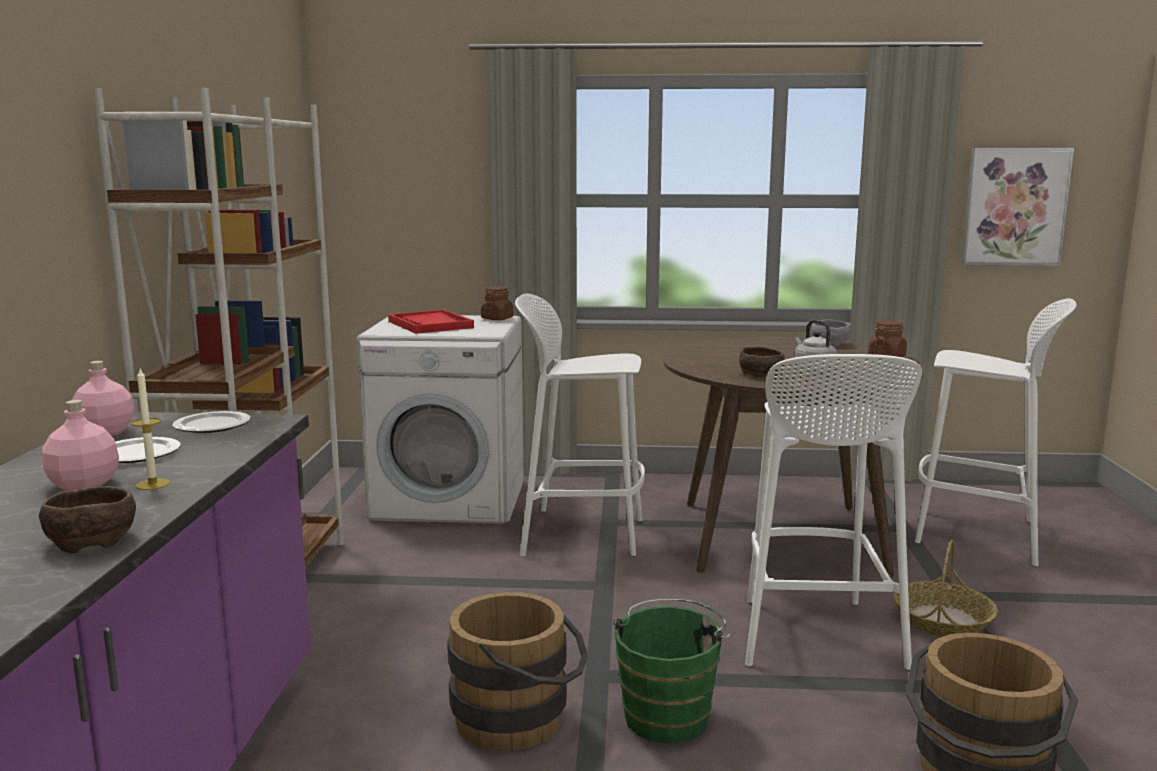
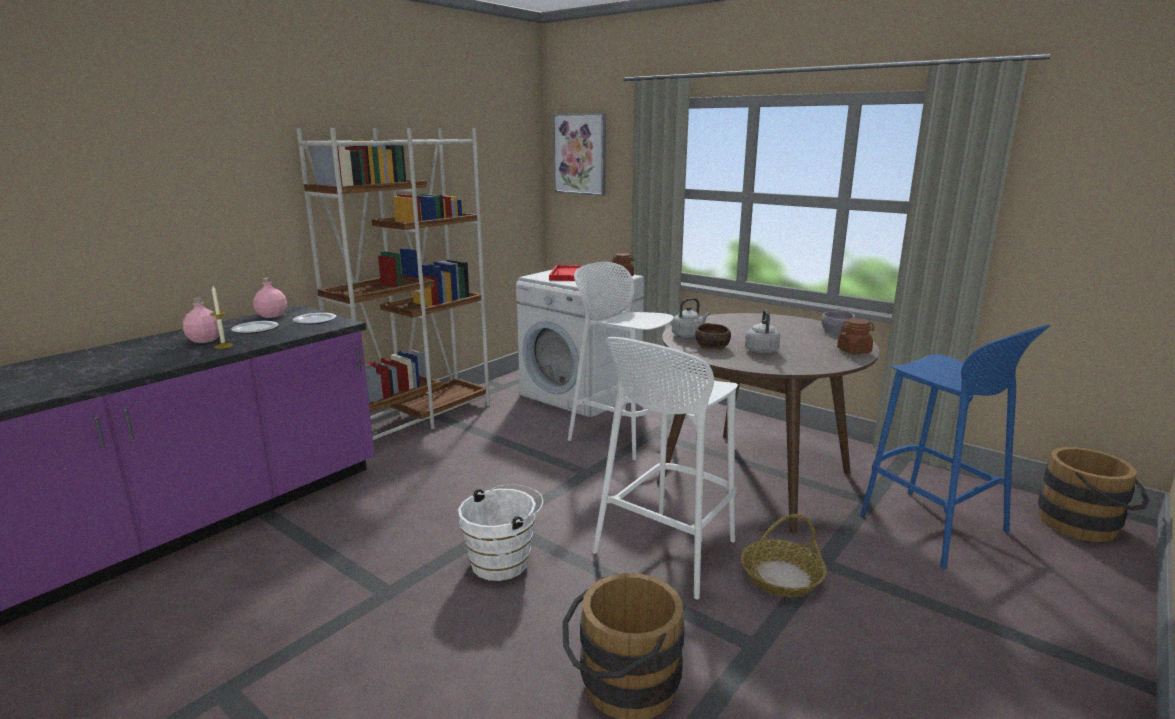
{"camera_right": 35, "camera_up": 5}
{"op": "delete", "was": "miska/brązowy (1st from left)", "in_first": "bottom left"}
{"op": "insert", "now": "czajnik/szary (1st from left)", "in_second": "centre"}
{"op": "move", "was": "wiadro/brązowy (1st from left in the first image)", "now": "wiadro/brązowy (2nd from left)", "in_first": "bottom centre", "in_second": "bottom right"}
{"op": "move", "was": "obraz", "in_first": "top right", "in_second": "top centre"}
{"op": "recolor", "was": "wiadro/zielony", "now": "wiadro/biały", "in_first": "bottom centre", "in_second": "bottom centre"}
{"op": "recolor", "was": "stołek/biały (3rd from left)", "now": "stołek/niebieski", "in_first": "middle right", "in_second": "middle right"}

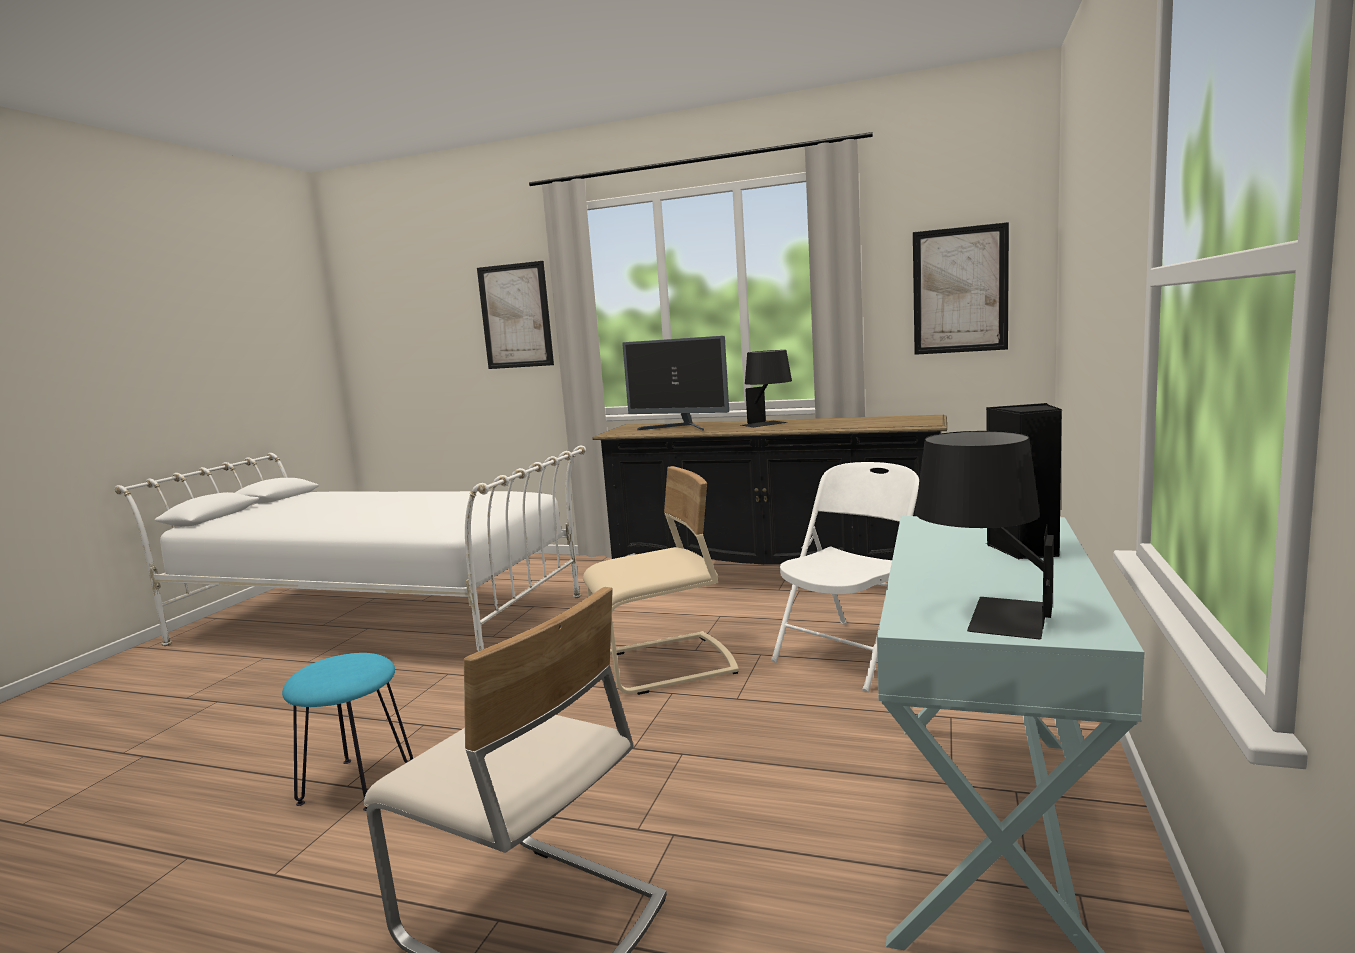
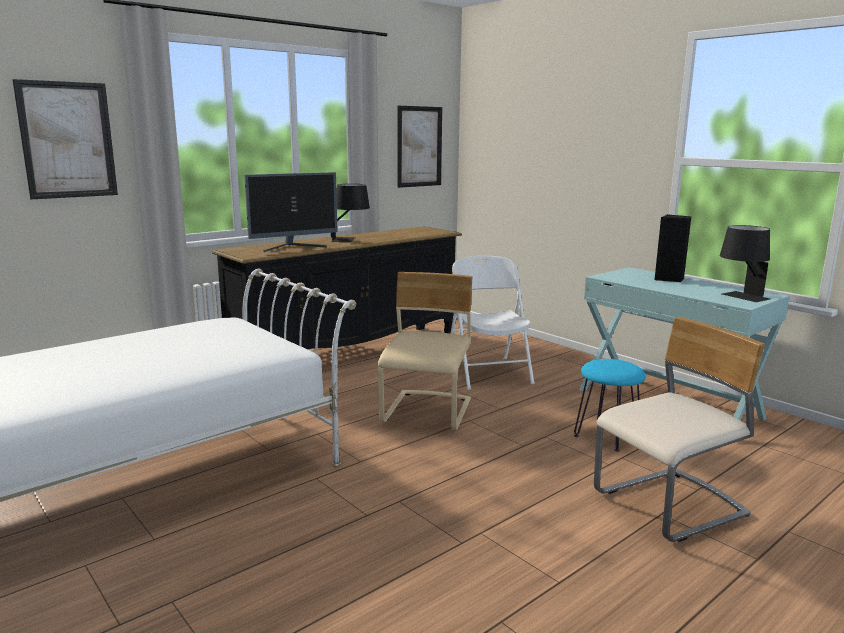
{"camera_right": -60, "camera_up": 5}
{"op": "move", "was": "stołek/turkusowy", "in_first": "bottom left", "in_second": "middle right"}

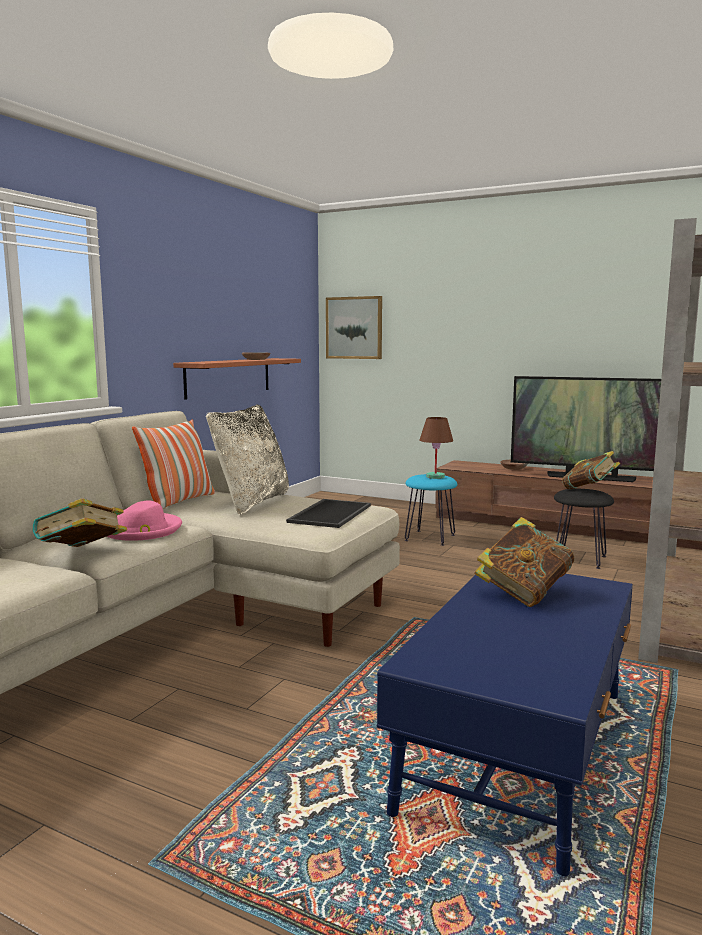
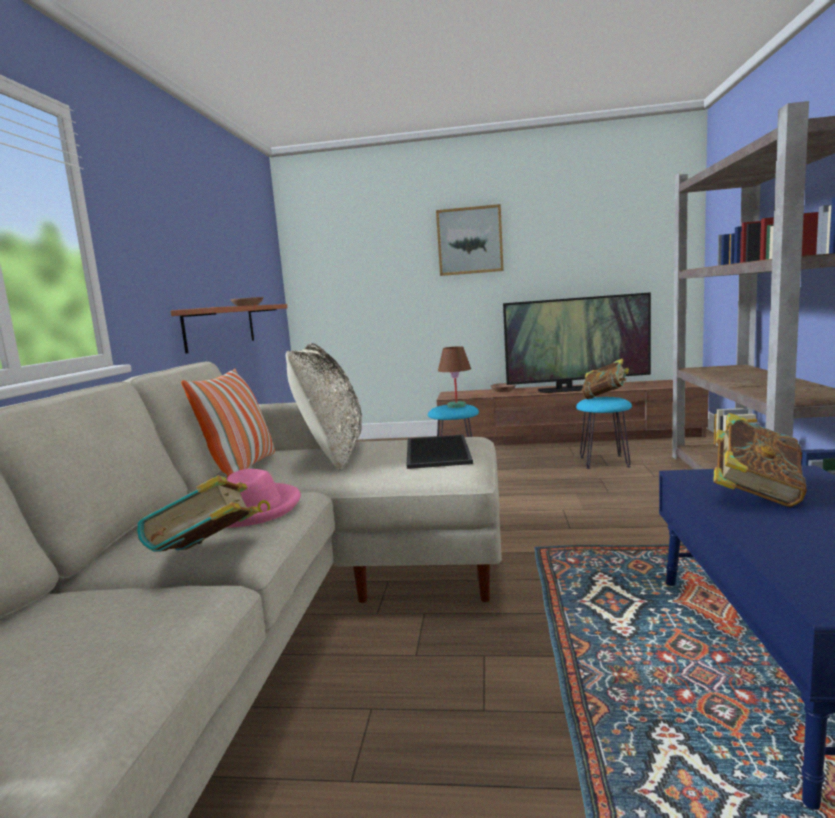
{"camera_right": -20, "camera_up": 0}
{"op": "move", "was": "obraz", "in_first": "centre", "in_second": "top centre"}
{"op": "recolor", "was": "stołek/czarny", "now": "stołek/turkusowy (2nd from left)", "in_first": "middle right", "in_second": "middle right"}

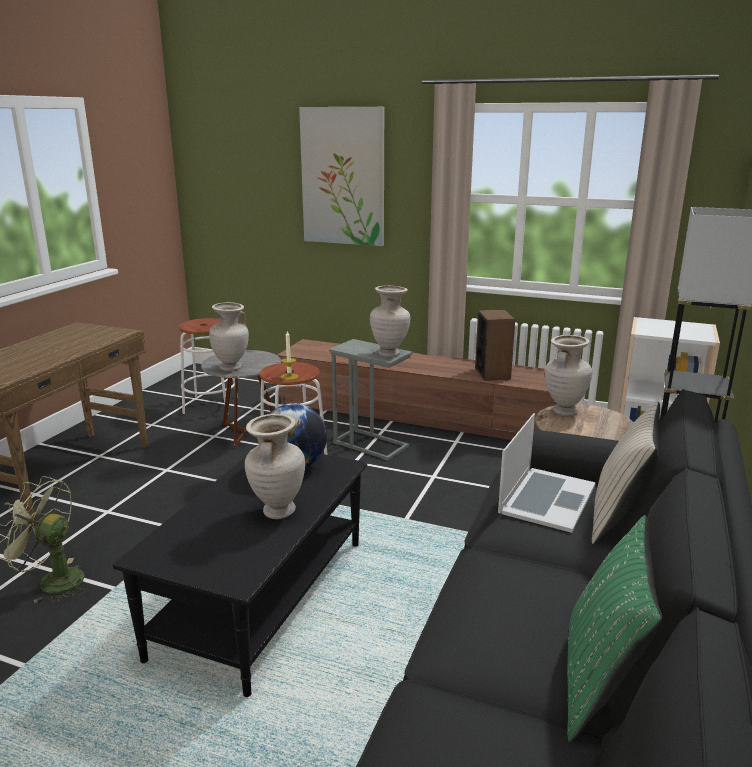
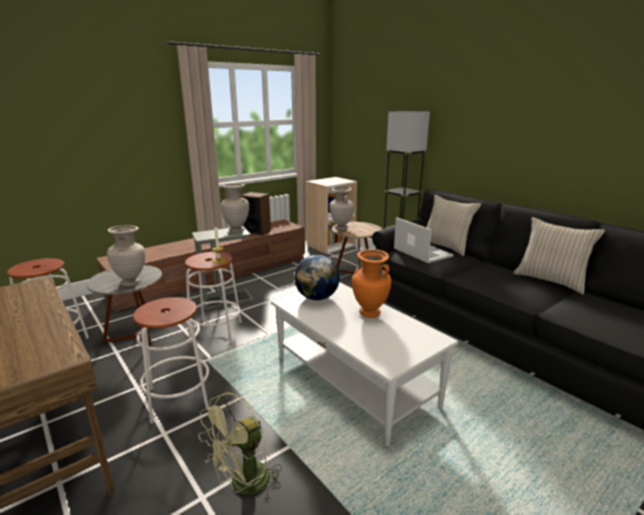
{"camera_right": -60, "camera_up": 0}
{"op": "delete", "was": "obraz", "in_first": "top centre"}
{"op": "insert", "now": "stołek/biały (2nd from left)", "in_second": "bottom left"}
{"op": "recolor", "was": "ława/czarny", "now": "ława/biały", "in_first": "bottom left", "in_second": "bottom centre"}
{"op": "recolor", "was": "wazon/beżowy (2nd from left)", "now": "wazon/pomarańczowy", "in_first": "centre", "in_second": "centre"}
{"op": "recolor", "was": "poduszka/zielony", "now": "poduszka/beżowy (2nd from left)", "in_first": "bottom right", "in_second": "middle right"}

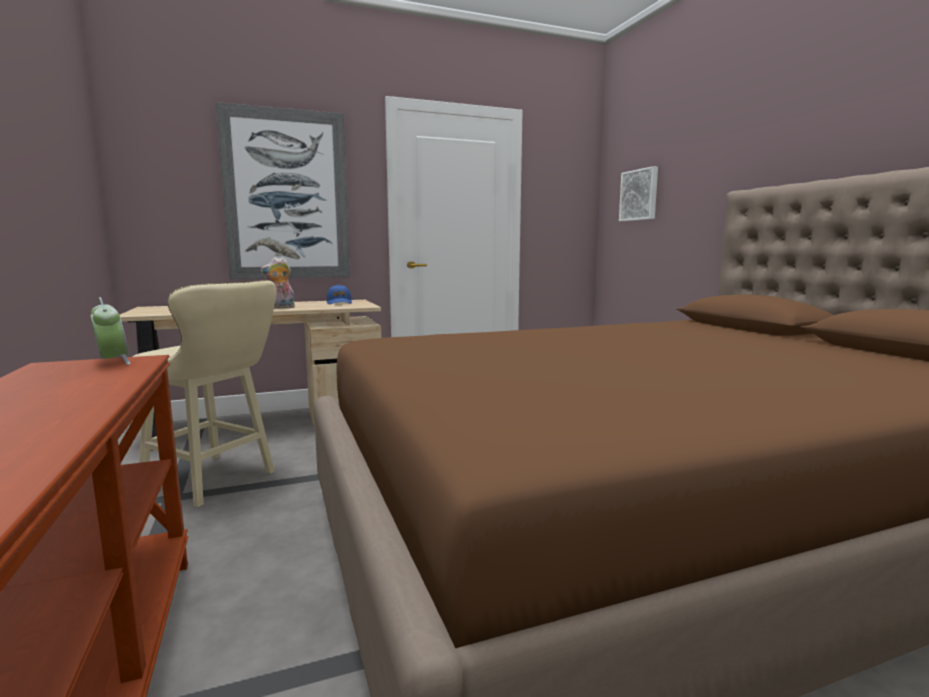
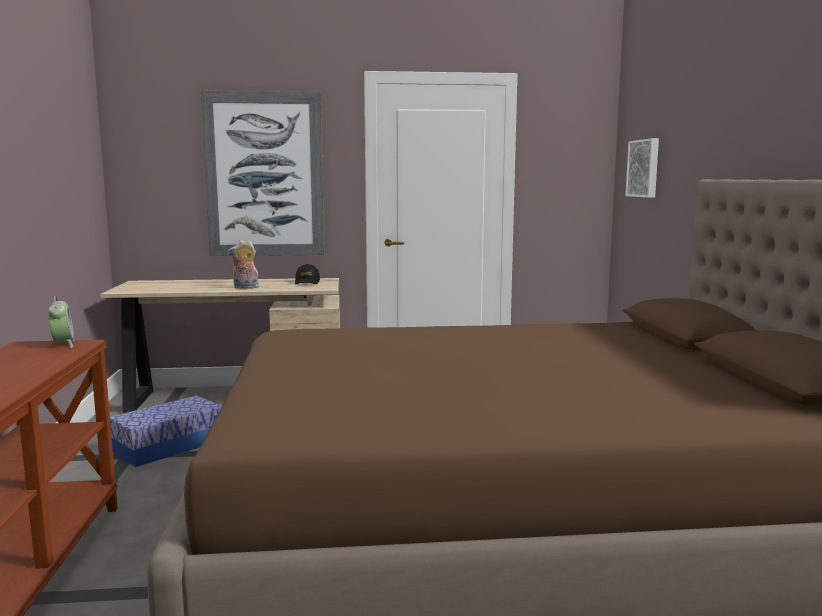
{"camera_right": 15, "camera_up": 0}
{"op": "replace", "was": "stołek/beżowy", "now": "pojemnik do przechowywania", "in_first": "middle left", "in_second": "bottom left"}
{"op": "recolor", "was": "czapka z daszkiem/niebieski", "now": "czapka z daszkiem/czarny", "in_first": "centre", "in_second": "centre"}

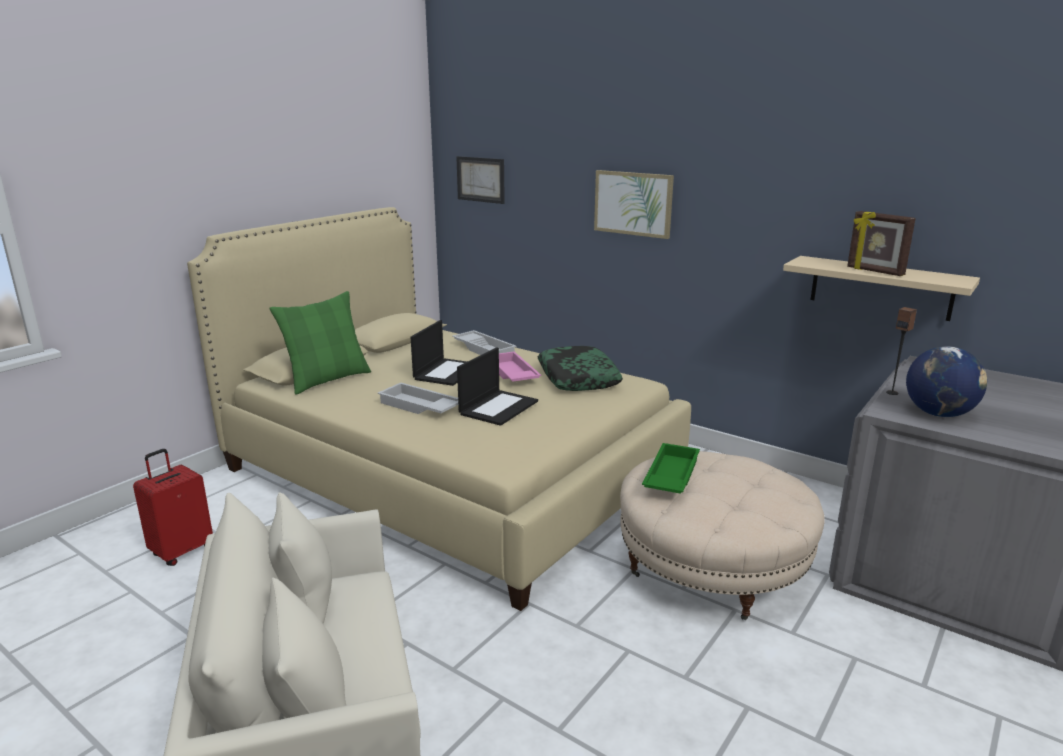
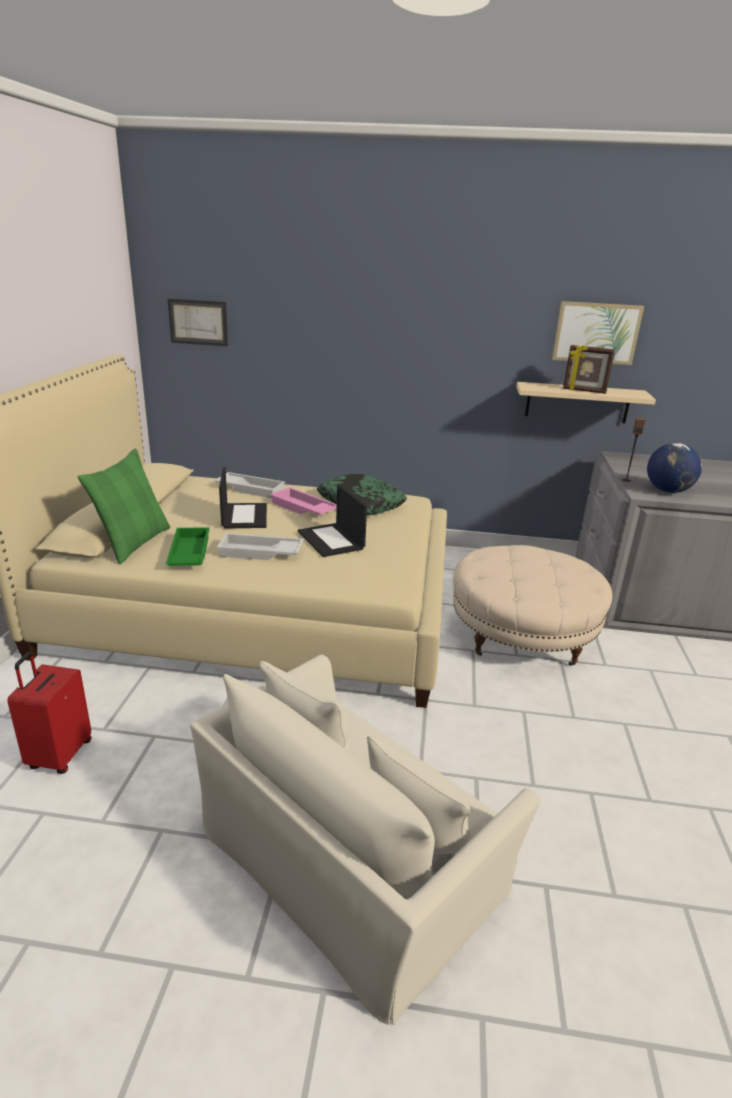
{"camera_right": -30, "camera_up": 5}
{"op": "move", "was": "obraz (2nd from left)", "in_first": "top centre", "in_second": "top right"}
{"op": "move", "was": "taca/zielony", "in_first": "centre", "in_second": "middle left"}
{"op": "rotate", "was": "laptop (2nd from left)", "in_first": "centre", "in_second": "centre", "clockwise": 150}

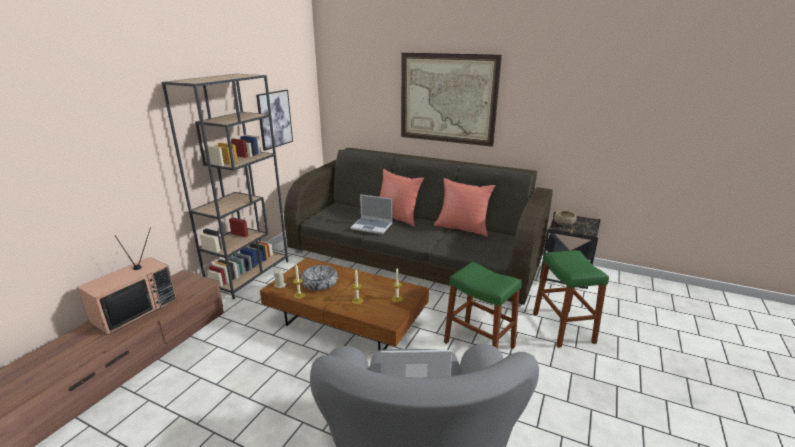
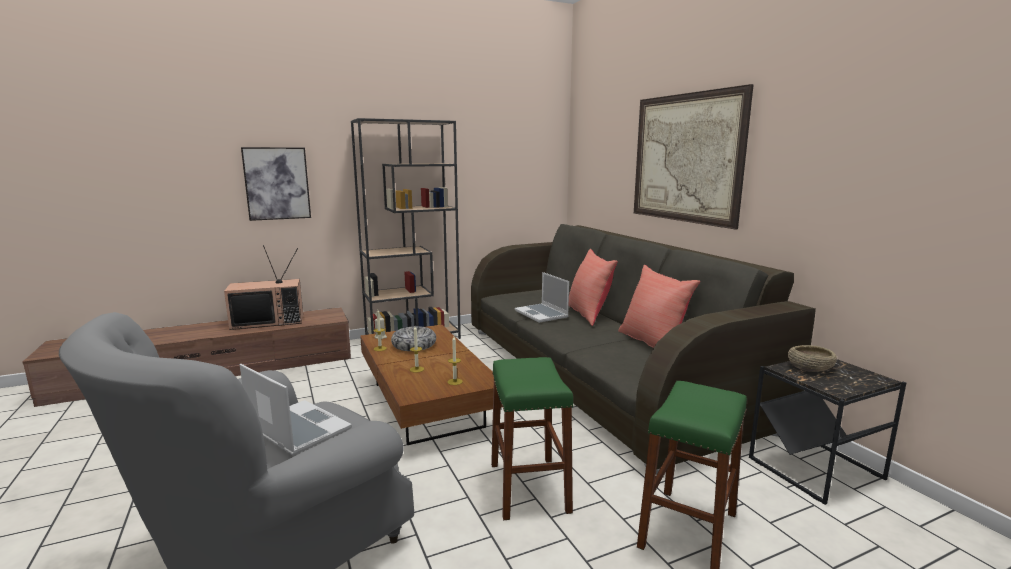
{"camera_right": 40, "camera_up": -10}
{"op": "move", "was": "obraz (1st from left)", "in_first": "top centre", "in_second": "top left"}

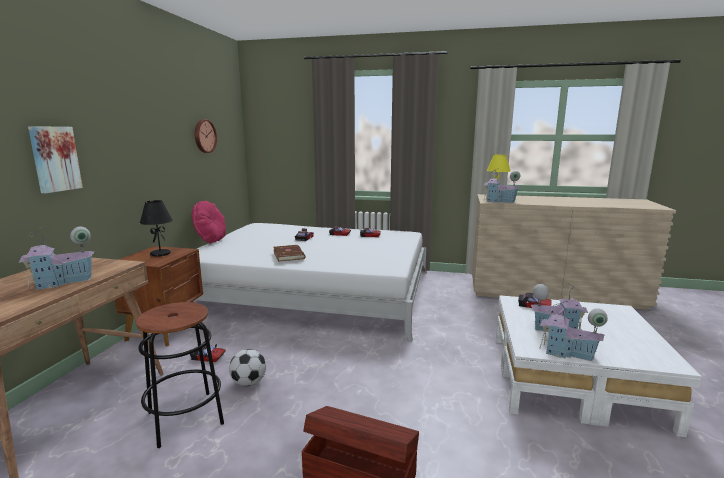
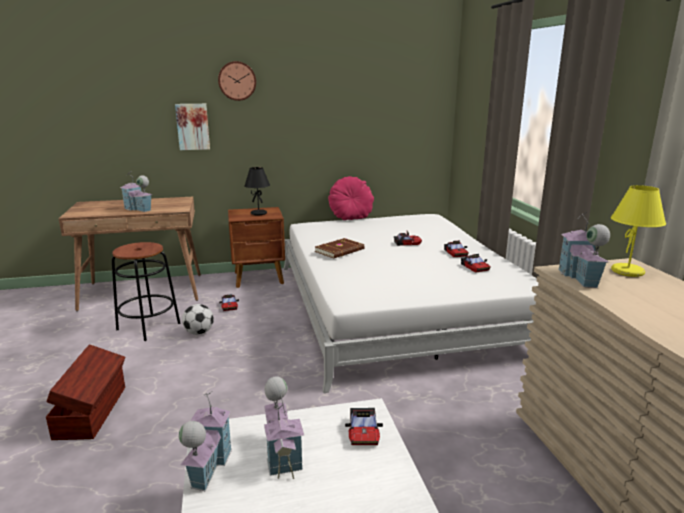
{"camera_right": 65, "camera_up": 5}
{"op": "move", "was": "zegar ścienny", "in_first": "top left", "in_second": "top centre"}

